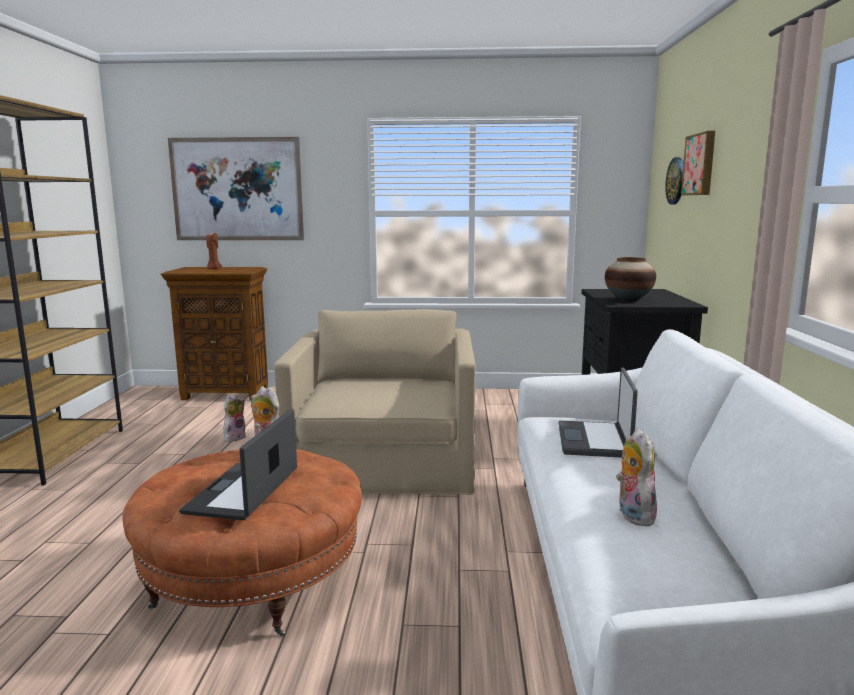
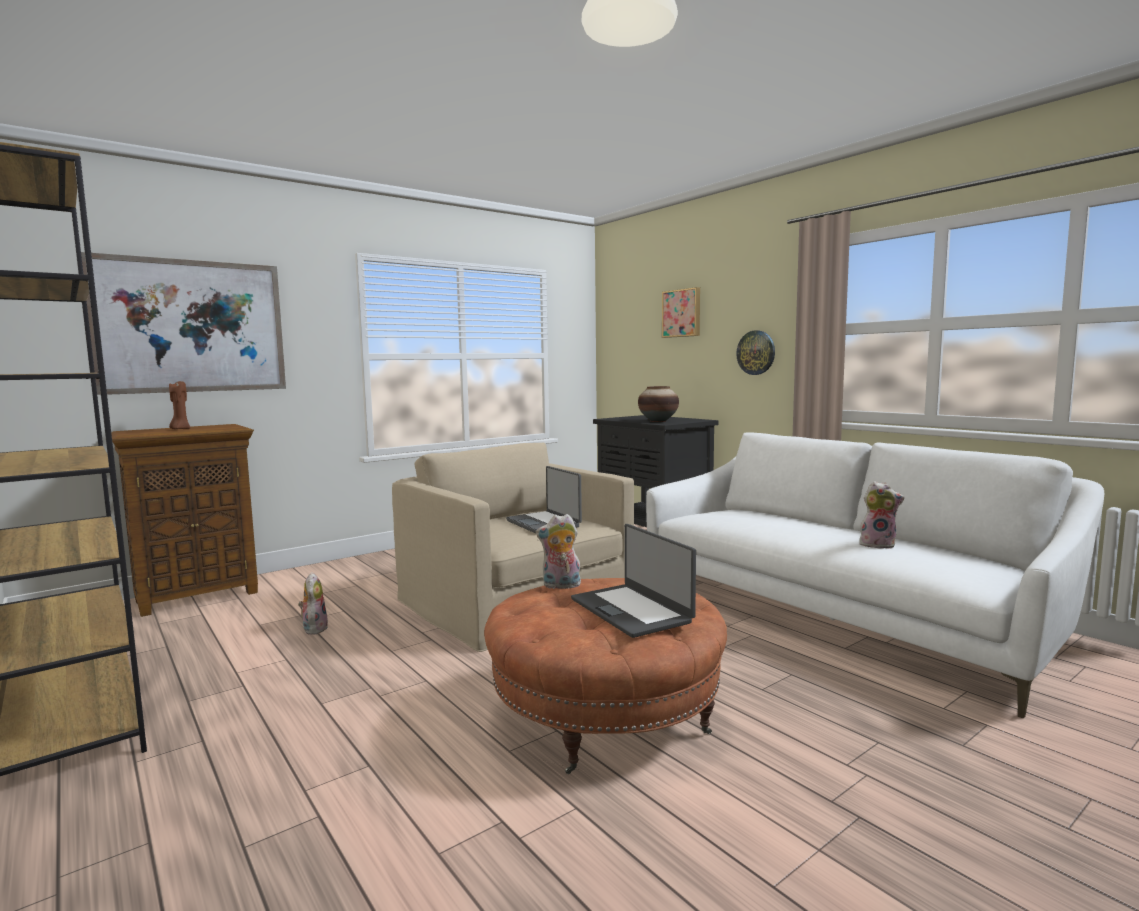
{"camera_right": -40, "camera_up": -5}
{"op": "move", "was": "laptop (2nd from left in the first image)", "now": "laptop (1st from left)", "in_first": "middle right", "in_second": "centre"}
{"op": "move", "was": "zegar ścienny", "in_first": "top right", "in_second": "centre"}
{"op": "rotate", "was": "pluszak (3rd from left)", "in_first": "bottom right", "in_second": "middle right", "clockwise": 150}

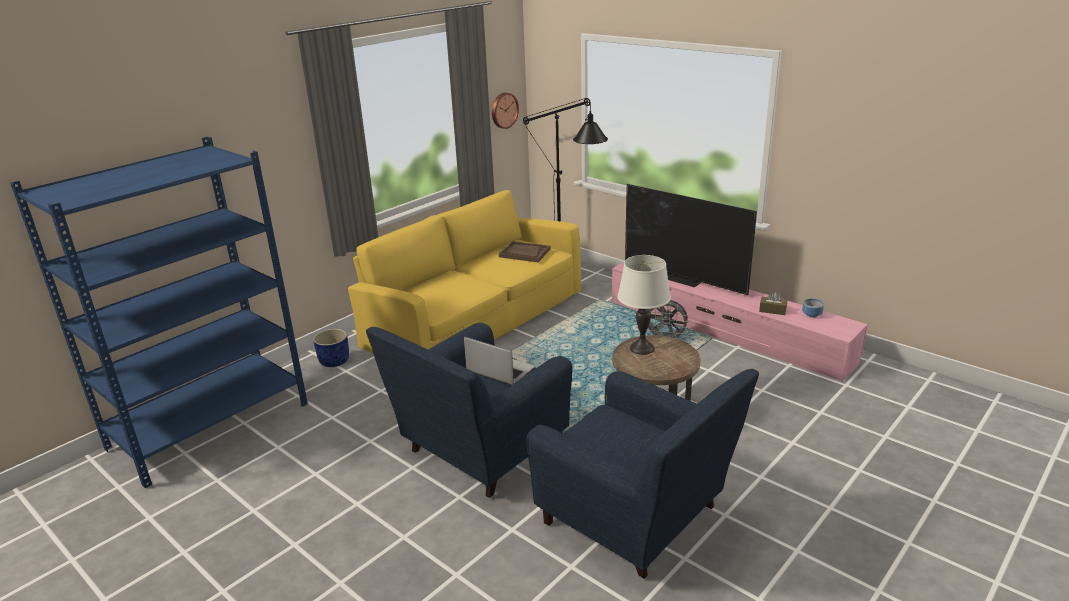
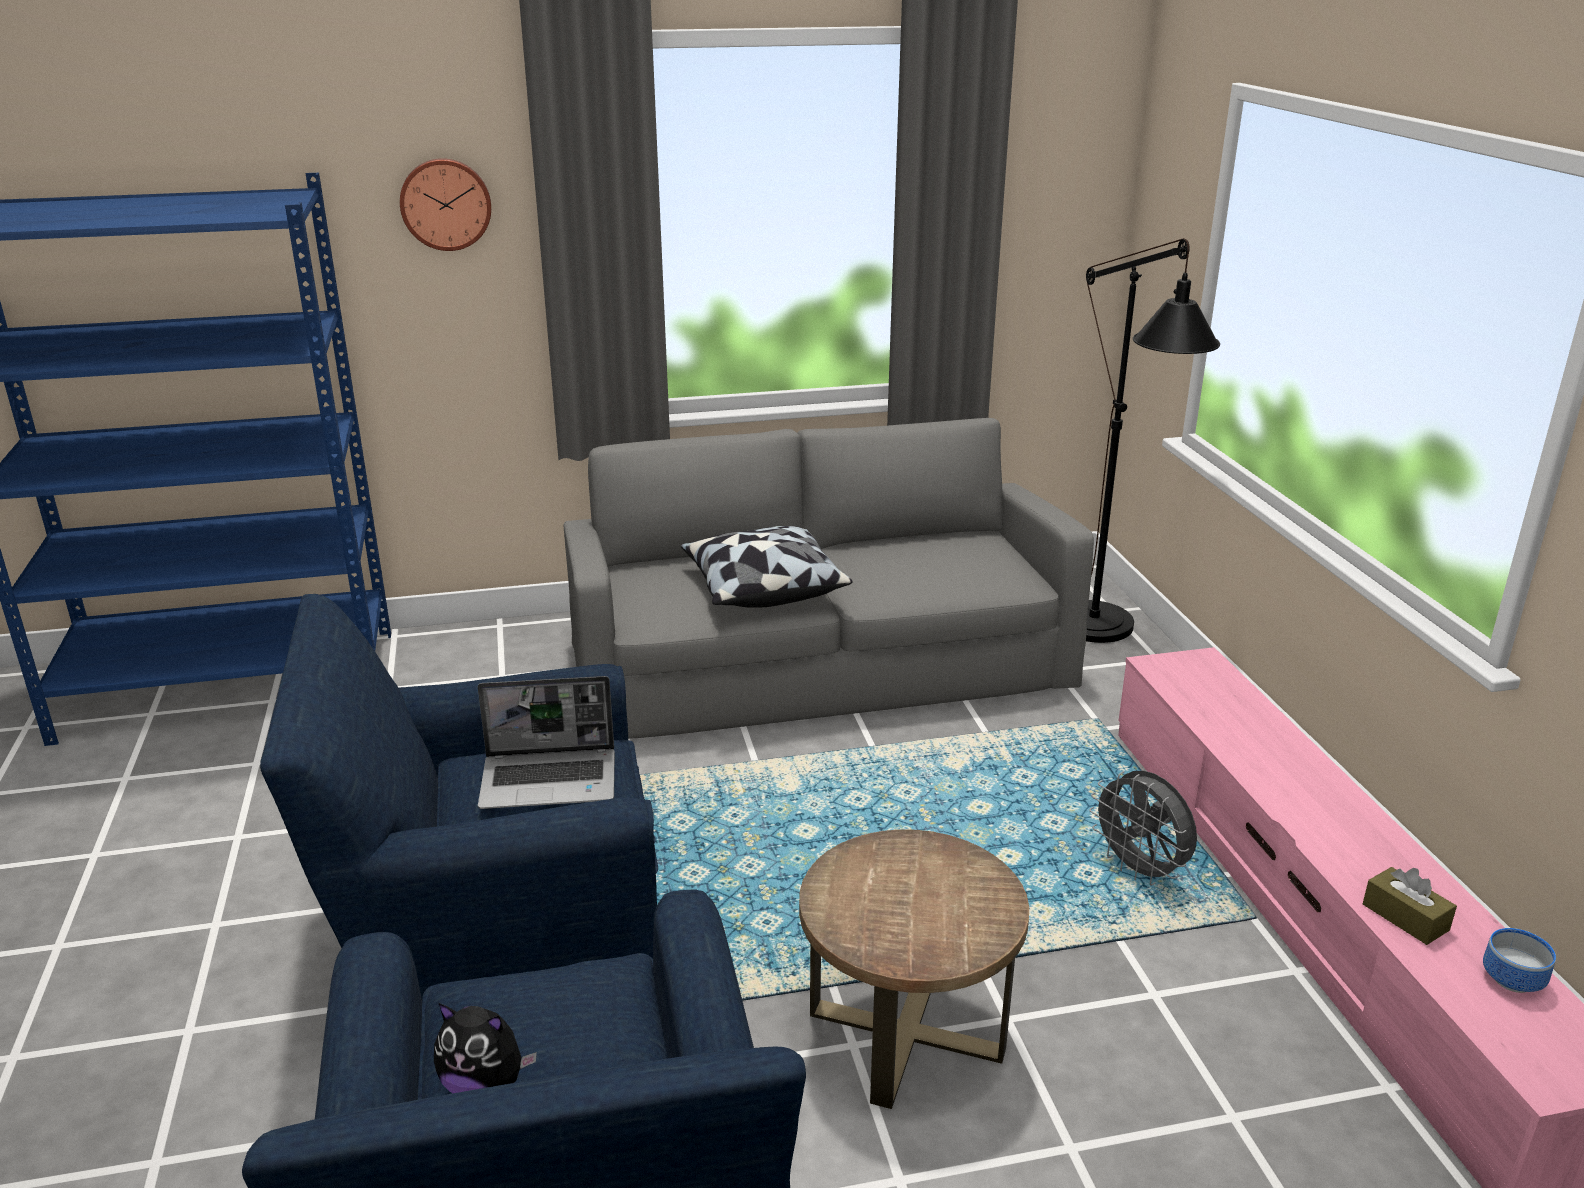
{"camera_right": 35, "camera_up": 0}
{"op": "delete", "was": "donica/niebieski", "in_first": "middle left"}
{"op": "delete", "was": "taca/brązowy", "in_first": "centre"}
{"op": "delete", "was": "lampa stołowa/biały", "in_first": "centre"}
{"op": "delete", "was": "telewizor", "in_first": "centre"}
{"op": "insert", "now": "pluszak", "in_second": "bottom left"}
{"op": "insert", "now": "poduszka", "in_second": "centre"}
{"op": "move", "was": "zegar ścienny", "in_first": "top centre", "in_second": "top left"}
{"op": "recolor", "was": "kanapa/żółty", "now": "kanapa/szary", "in_first": "centre", "in_second": "centre"}
{"op": "rotate", "was": "laptop", "in_first": "centre", "in_second": "centre", "clockwise": 105}

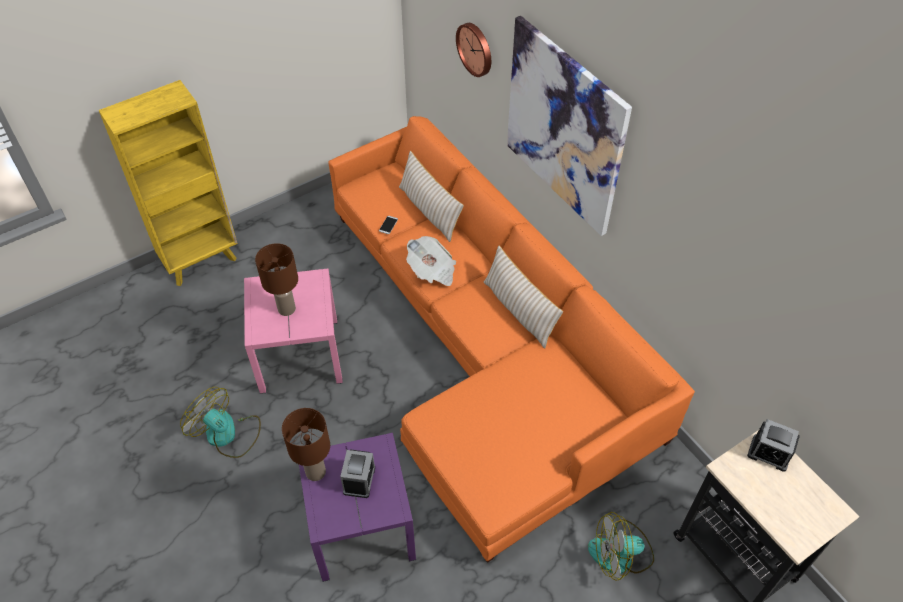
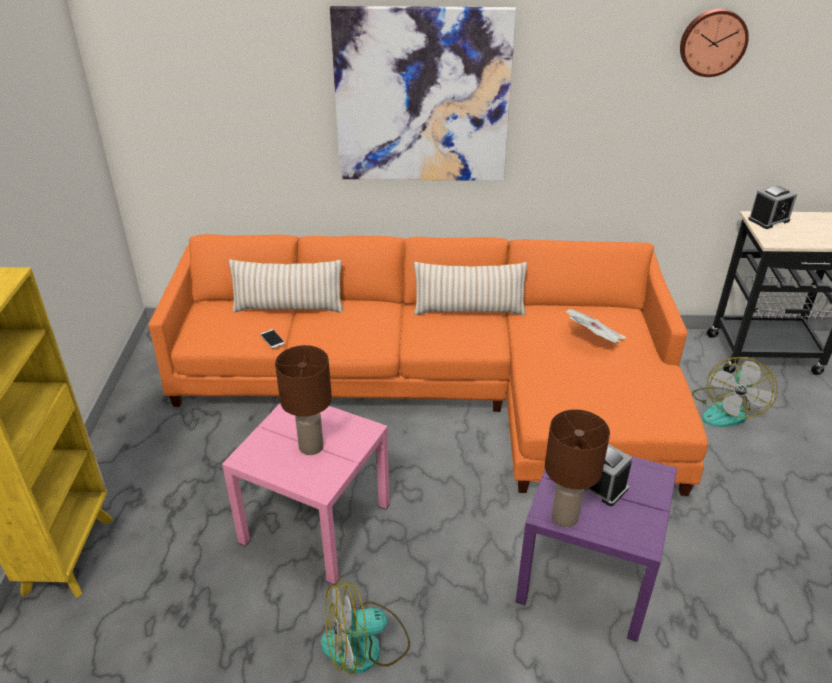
{"camera_right": -55, "camera_up": -15}
{"op": "move", "was": "gazeta", "in_first": "centre", "in_second": "middle right"}
{"op": "move", "was": "zegar ścienny", "in_first": "top centre", "in_second": "top right"}

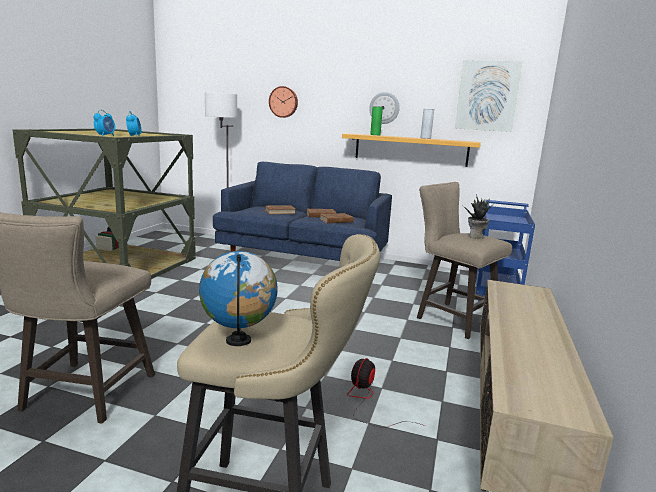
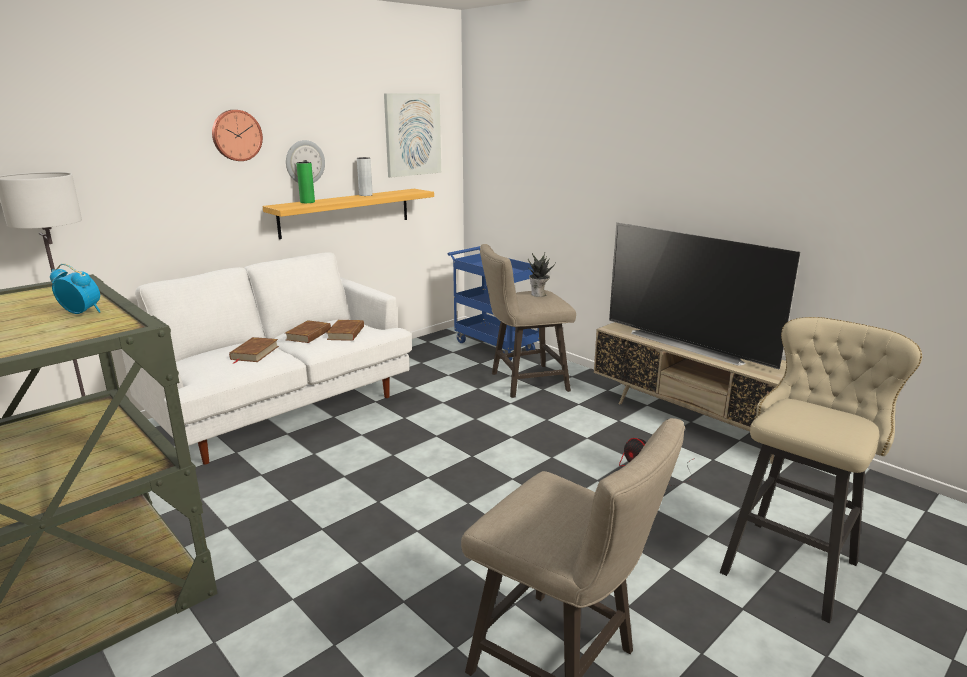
{"camera_right": -60, "camera_up": 5}
{"op": "delete", "was": "budzik (1st from left)", "in_first": "top left"}
{"op": "delete", "was": "globus", "in_first": "centre"}
{"op": "insert", "now": "telewizor", "in_second": "middle right"}
{"op": "move", "was": "zegar ścienny (1st from left)", "in_first": "top centre", "in_second": "top left"}
{"op": "recolor", "was": "kanapa/niebieski", "now": "kanapa/biały", "in_first": "centre", "in_second": "middle left"}

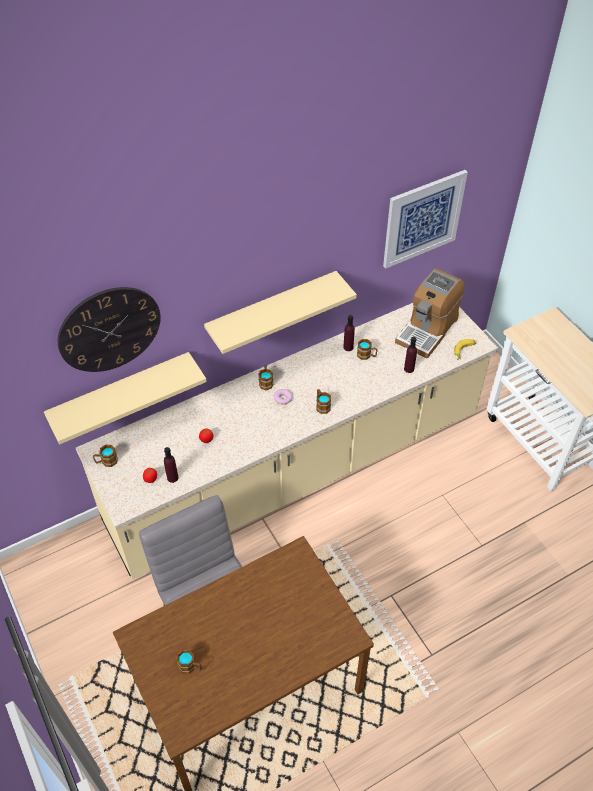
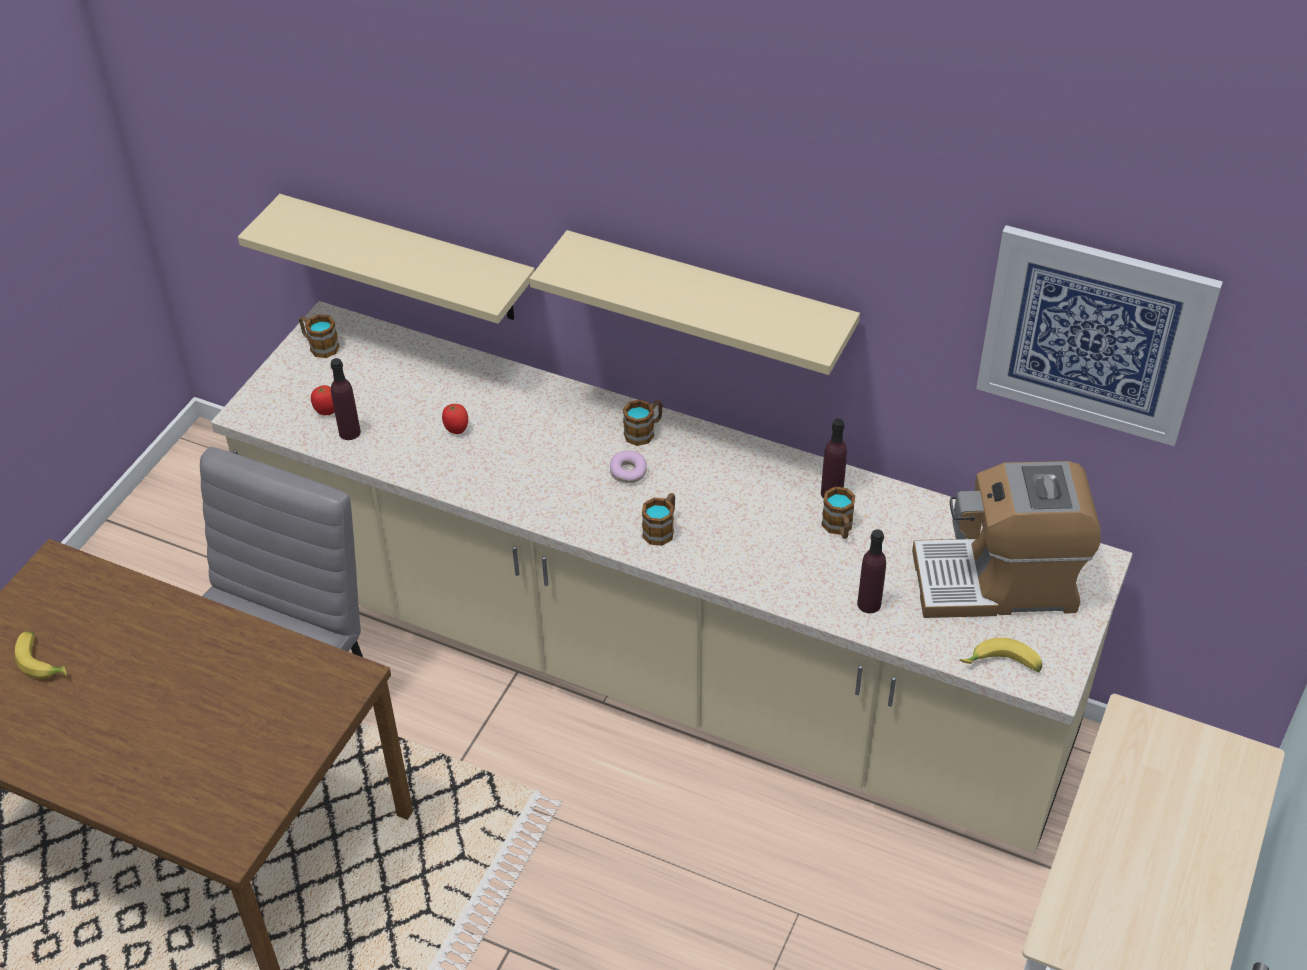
{"camera_right": 55, "camera_up": -5}
{"op": "delete", "was": "zegar ścienny", "in_first": "middle left"}
{"op": "replace", "was": "kubek (2nd from left)", "now": "banan (1st from left)", "in_first": "bottom left", "in_second": "bottom left"}

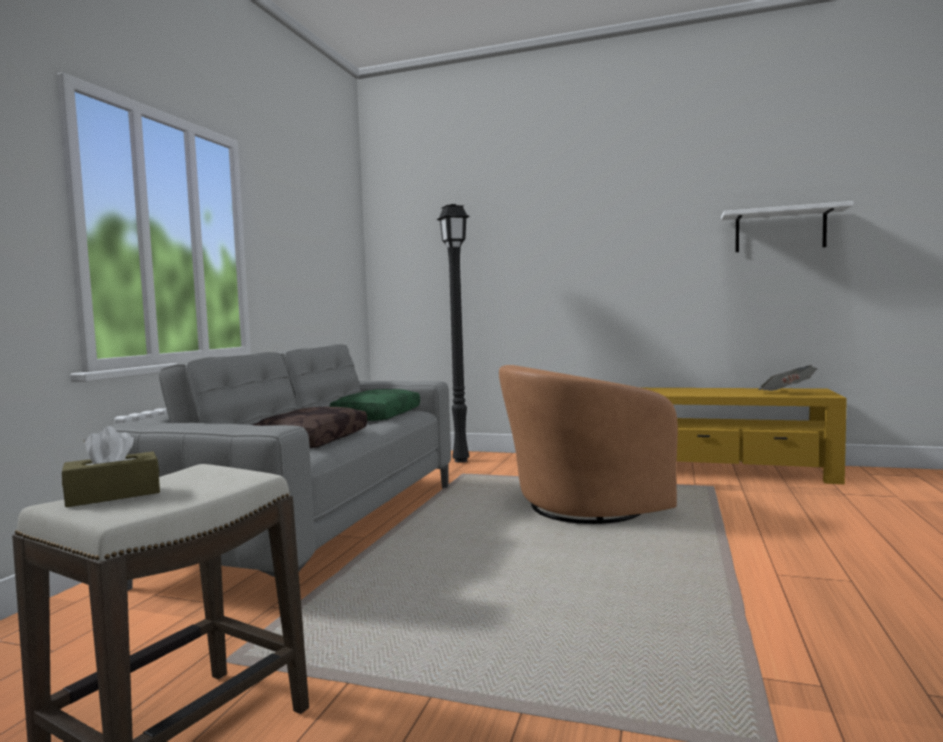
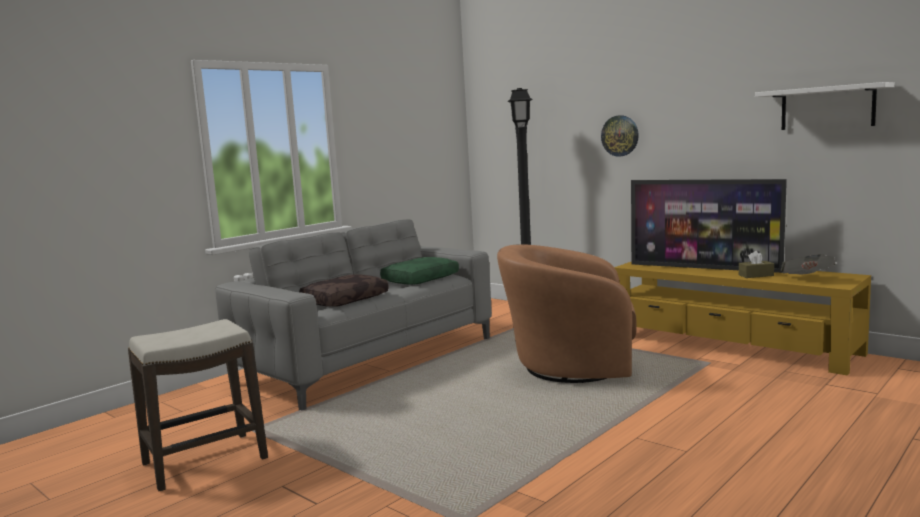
{"camera_right": 25, "camera_up": 5}
{"op": "insert", "now": "zegar ścienny", "in_second": "top right"}
{"op": "insert", "now": "telewizor", "in_second": "middle right"}
{"op": "move", "was": "pudełko chusteczek/brązowy", "in_first": "middle left", "in_second": "middle right"}

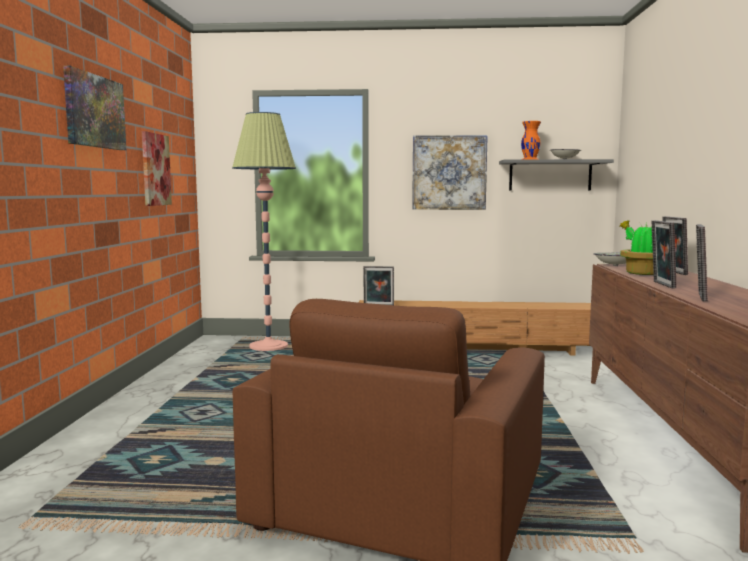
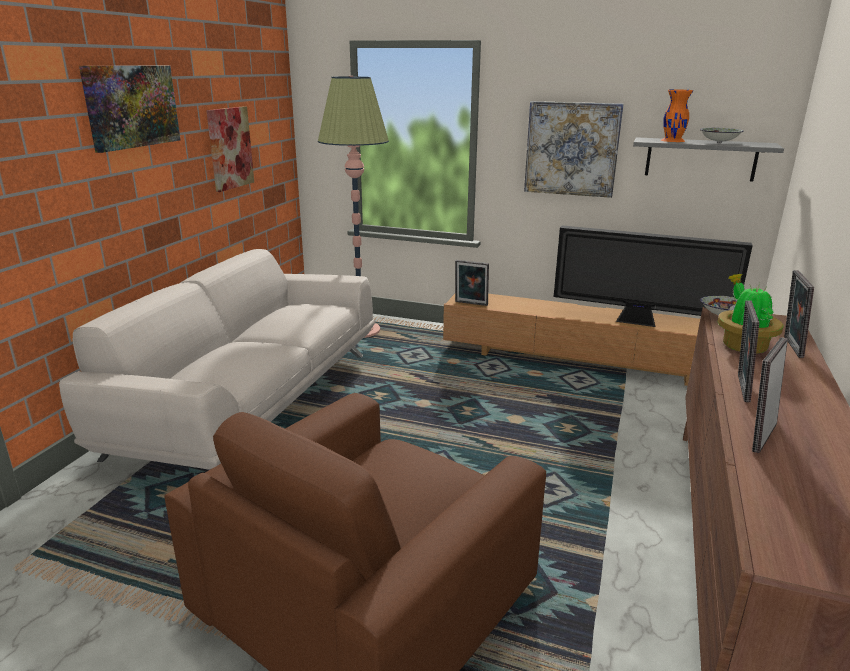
{"camera_right": 15, "camera_up": 15}
{"op": "insert", "now": "kanapa/biały", "in_second": "middle left"}
{"op": "insert", "now": "telewizor", "in_second": "middle right"}

